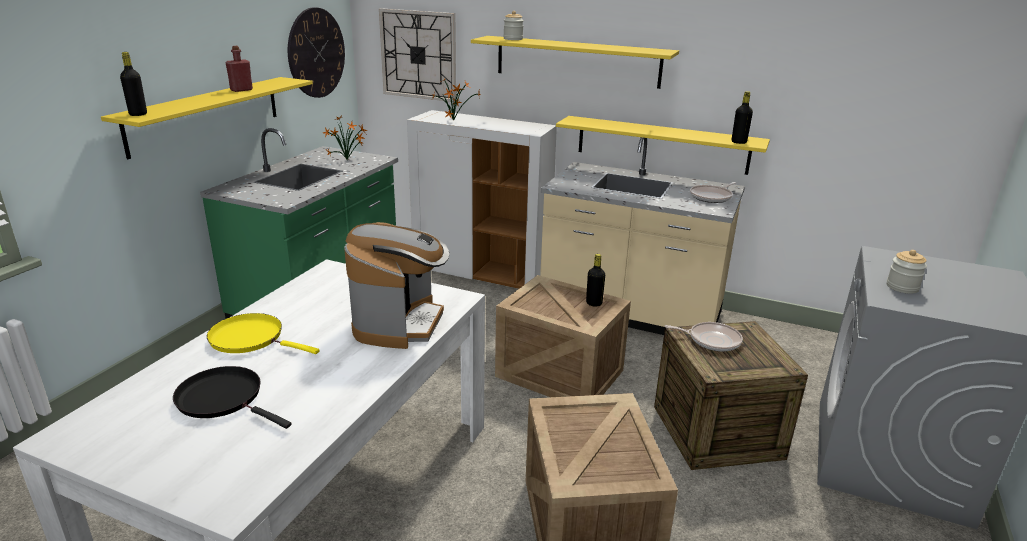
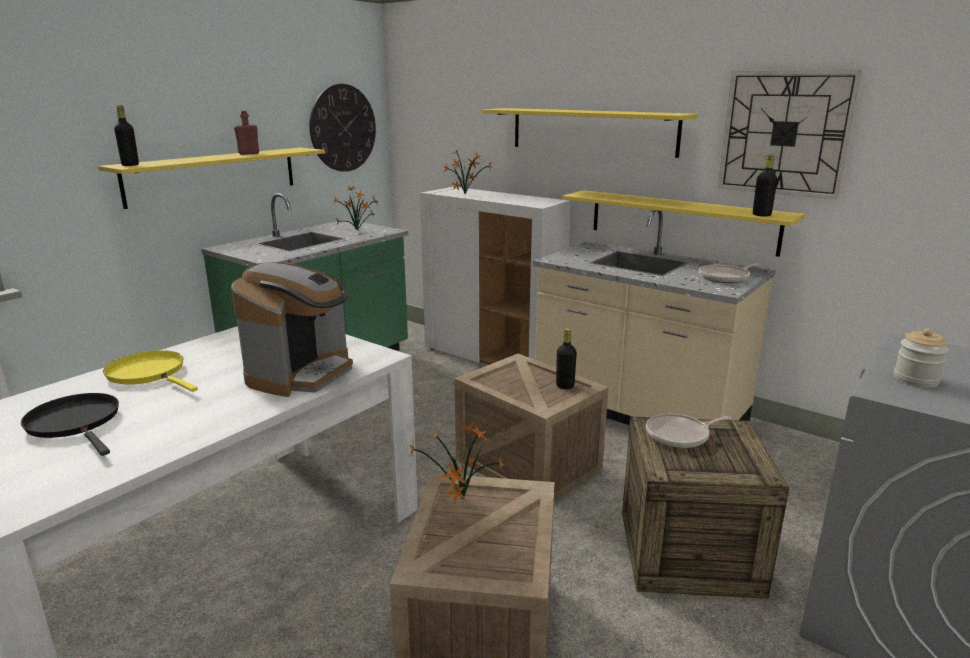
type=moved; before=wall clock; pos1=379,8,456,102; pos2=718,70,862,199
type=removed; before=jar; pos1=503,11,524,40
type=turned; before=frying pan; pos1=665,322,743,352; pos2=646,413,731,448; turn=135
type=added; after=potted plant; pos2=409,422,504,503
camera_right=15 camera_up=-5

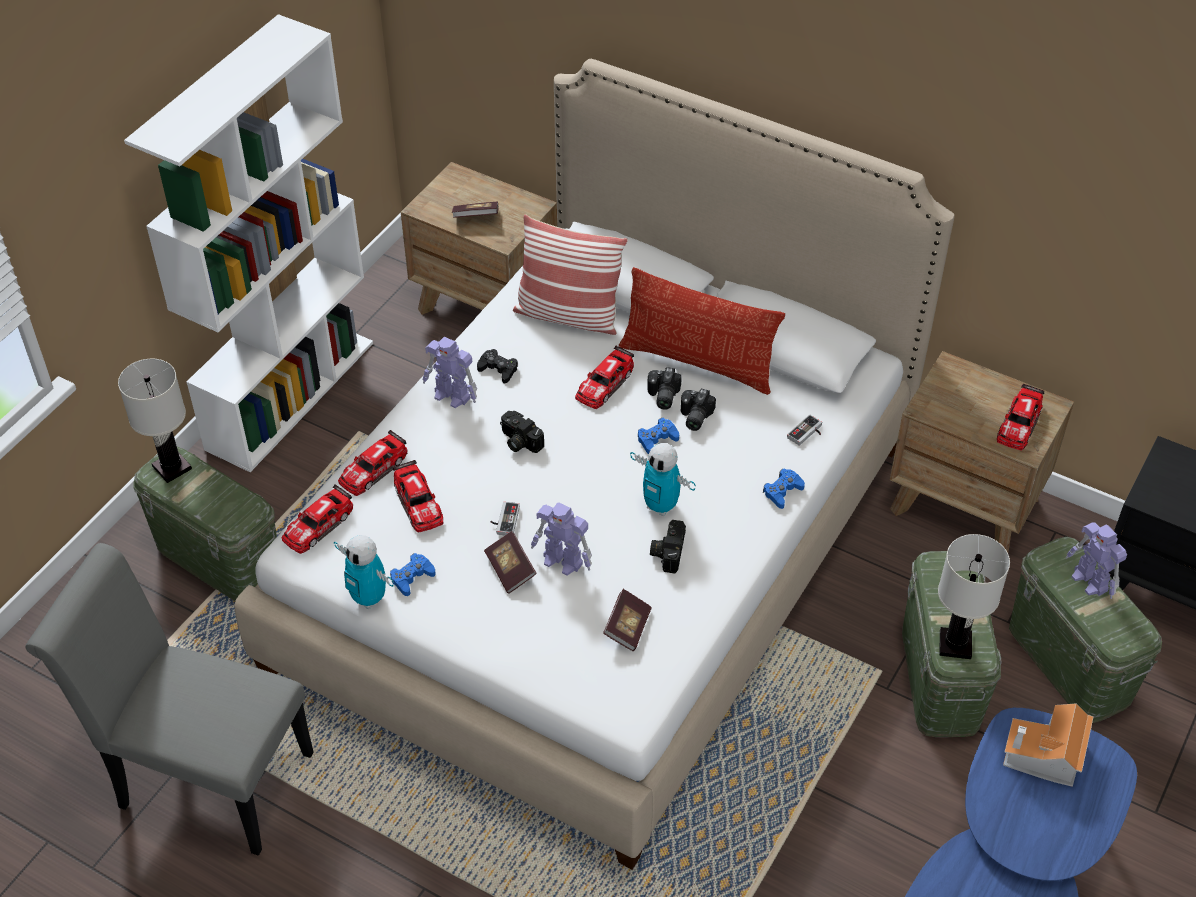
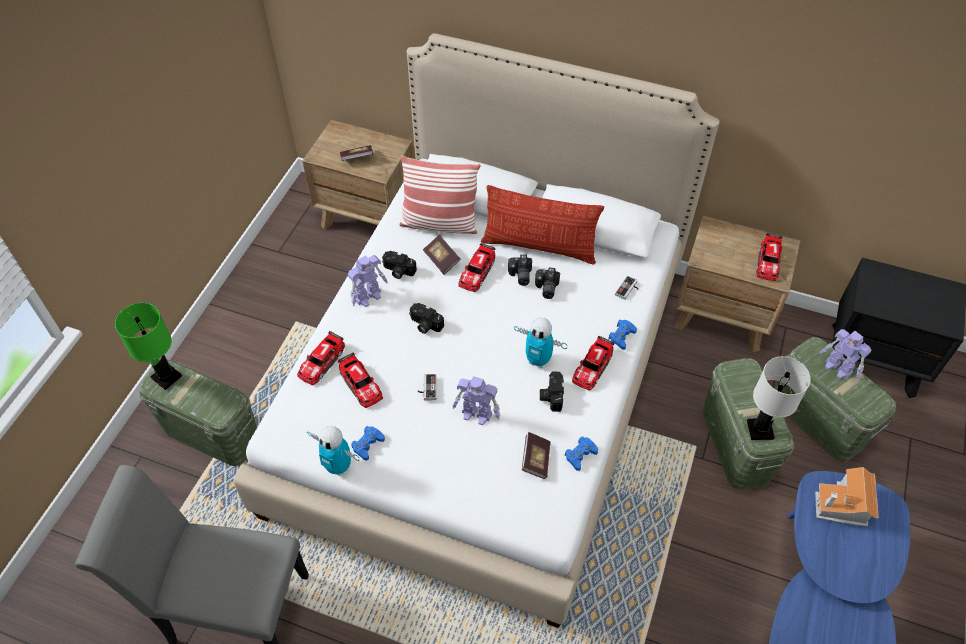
type=removed; before=bookcase (white); pos1=124,14,373,472
type=turned; before=toy robot; pos1=423,337,477,408; pos2=348,255,388,307; turn=-60
type=replaced; before=game controller (black); after=photo camera; pos1=477,349,518,384; pos2=382,251,417,279
type=recoloured; before=table lamp (white); after=table lamp (green); pos1=118,359,192,483; pos2=115,303,182,390
type=moved; before=game controller (blue); pos1=638,418,679,454; pos2=565,436,598,471
type=moved; before=toy car; pos1=282,484,353,554; pos2=572,336,614,390
type=moved; before=book; pos1=484,531,537,594; pos2=423,235,461,275
camera_right=-10 camera_up=5

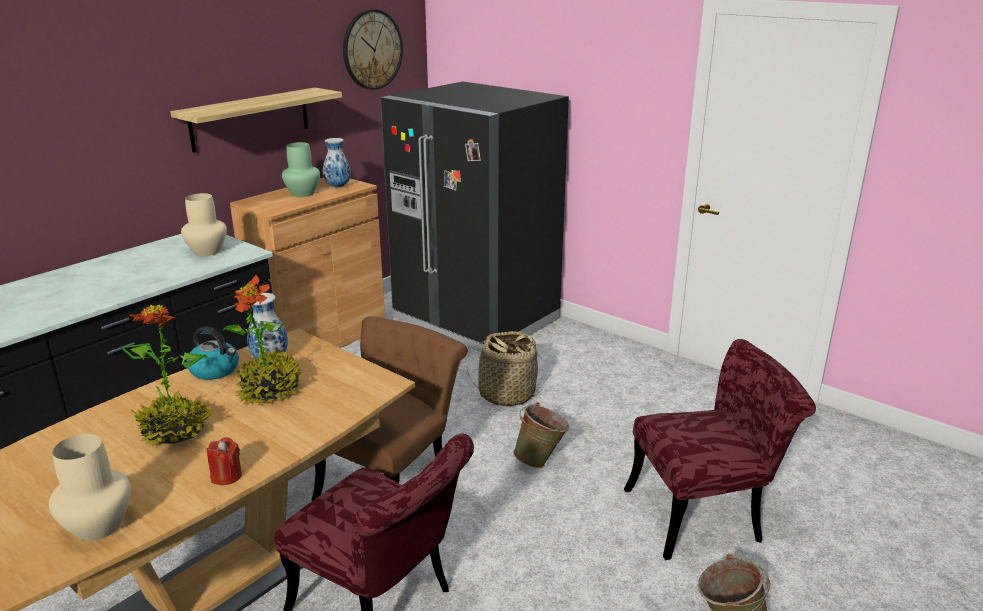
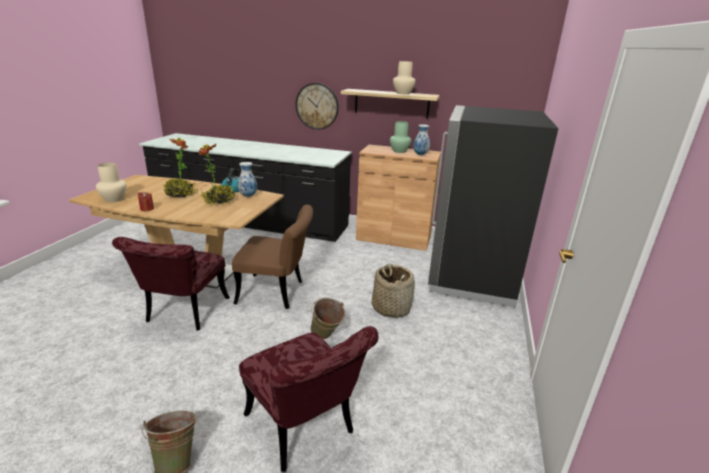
type=moved; before=wall clock; pos1=343,9,403,90; pos2=295,83,339,130
type=moved; before=vase (beige); pos1=181,193,227,256; pos2=393,61,416,94
camera_right=65 camera_up=0

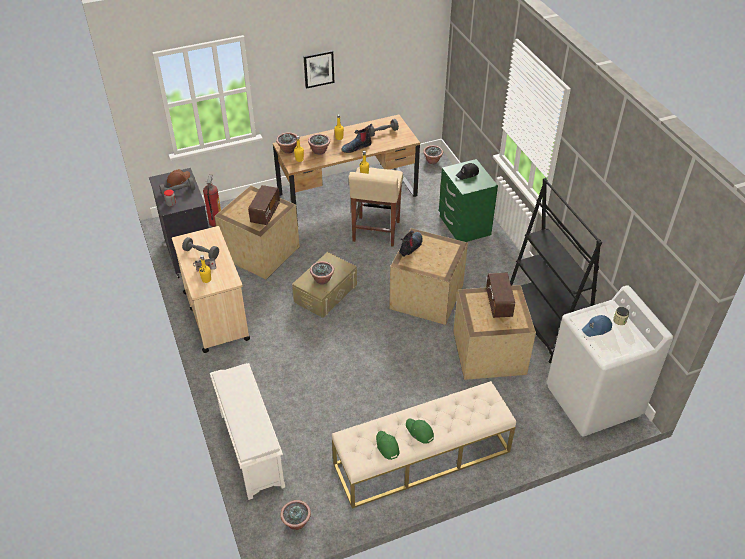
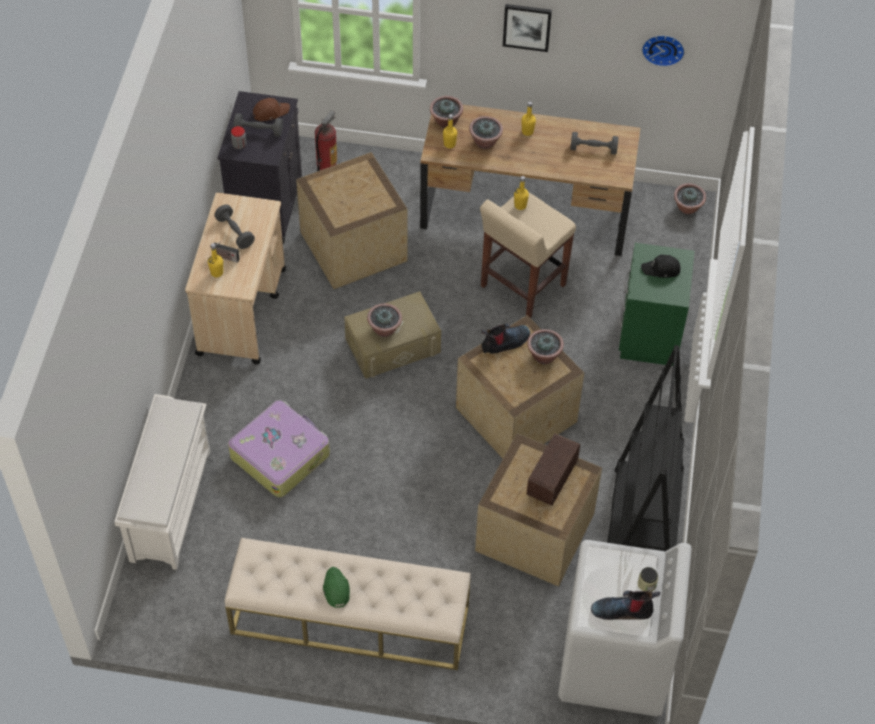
type=moved; before=boot; pos1=341,123,372,153; pos2=591,590,661,620
type=removed; before=radio; pos1=248,185,280,225
type=removed; before=cap (blue); pos1=582,315,612,337
type=removed; before=cap (green); pos1=376,431,400,460
type=moved; before=potted plant; pos1=280,500,311,530; pos2=527,329,564,364
type=added; after=wall clock; pos2=642,35,685,67
type=added; after=suitcase; pos2=228,400,330,498
camera_right=30 camera_up=10

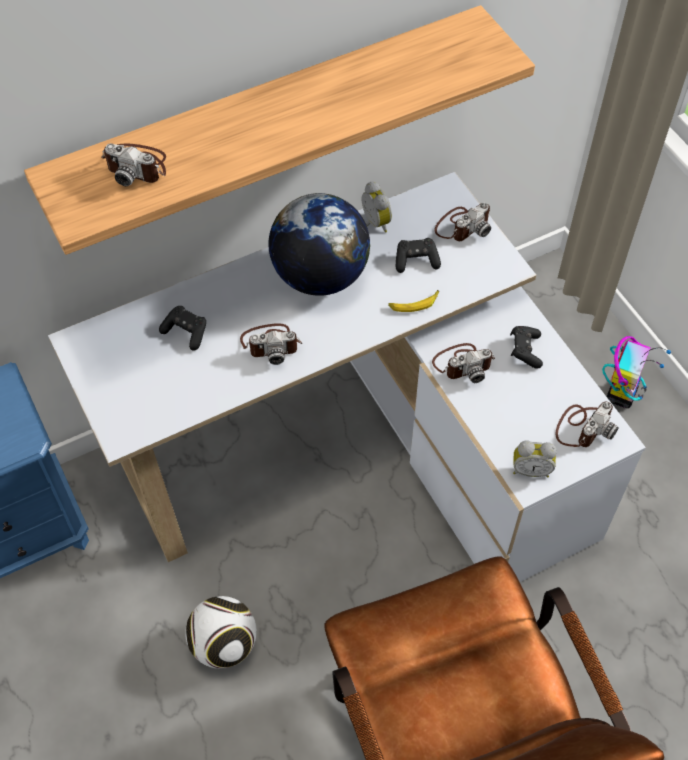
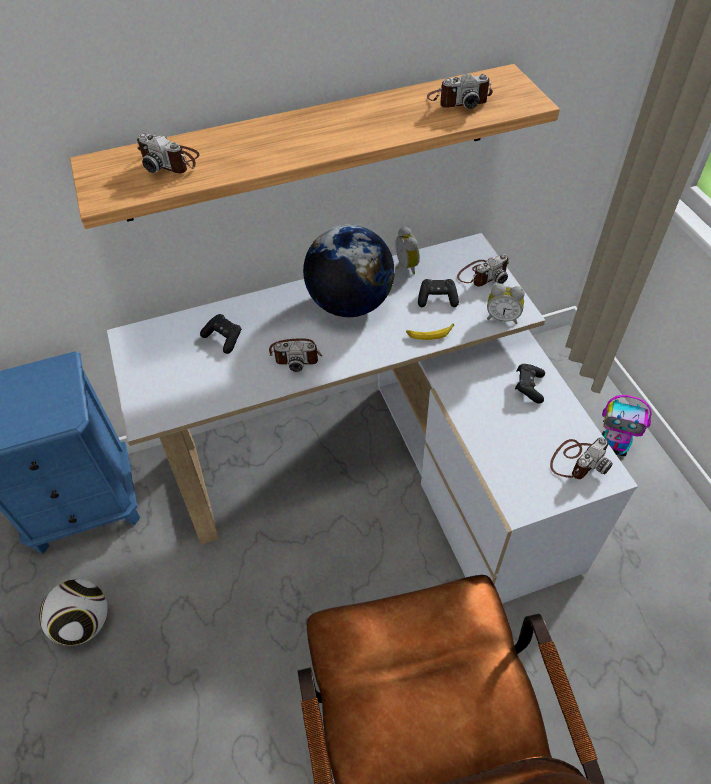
type=turned; before=toy robot; pos1=602,336,671,408; pos2=602,395,652,456; turn=75
type=moved; before=photo camera; pos1=432,343,495,383; pos2=427,73,493,109
type=moved; before=alarm clock; pos1=513,440,557,477; pos2=487,283,525,324
type=moved; before=football; pos1=185,596,257,669; pos2=39,579,108,646
camera_right=10 camera_up=-5

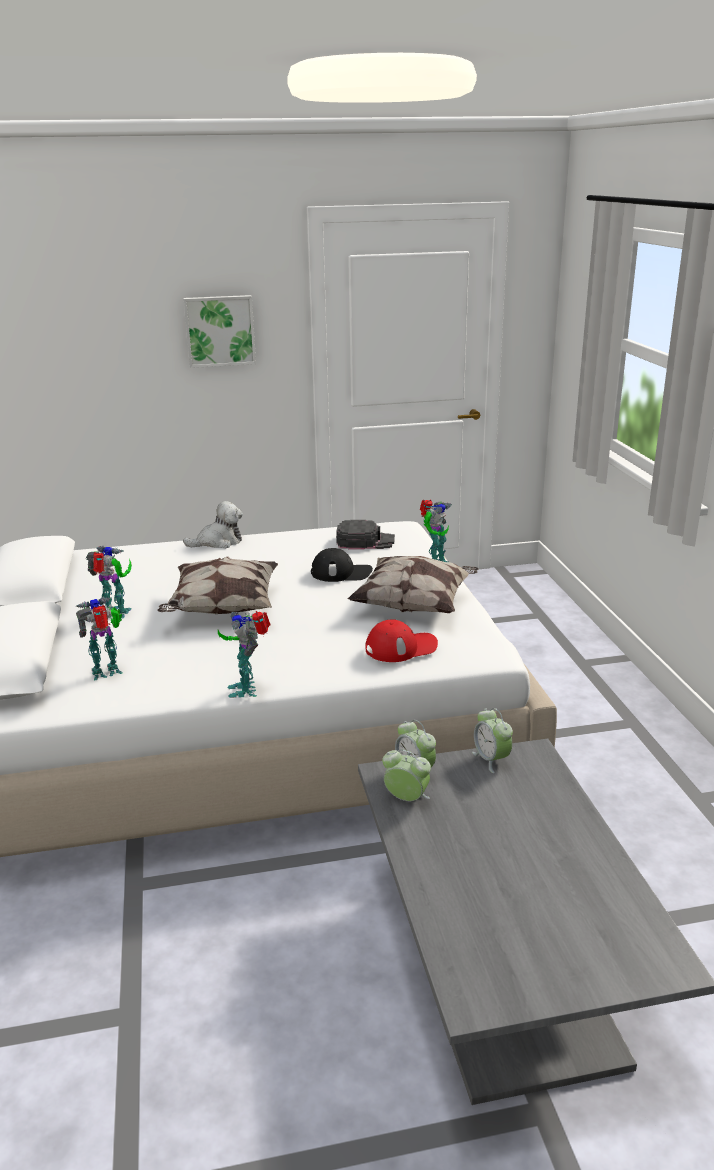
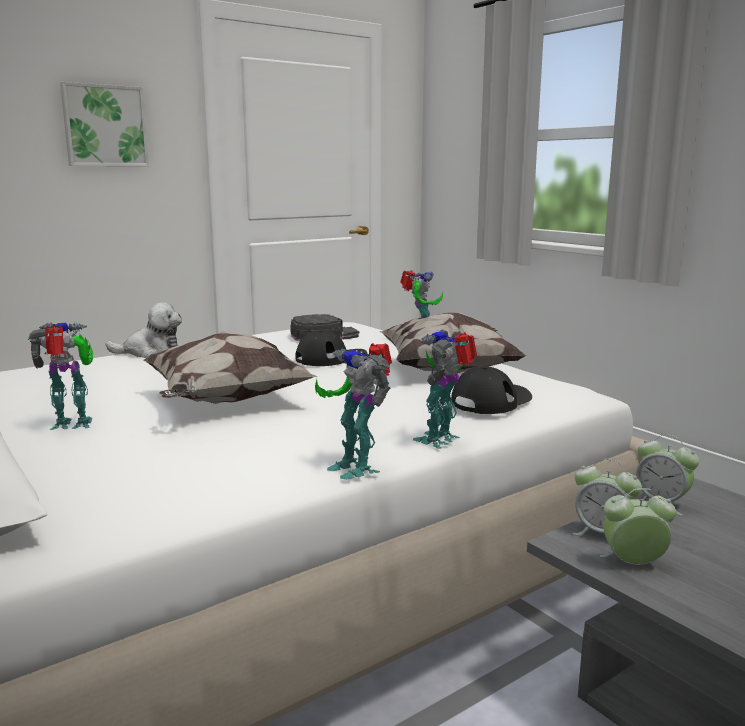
type=turned; before=plush toy; pos1=183,501,243,549; pos2=106,302,182,358; turn=45
type=moved; before=toy robot; pos1=76,597,123,680; pos2=413,329,477,449
type=recoloured; before=cap (red); after=cap (black); pos1=365,620,438,662; pos2=451,366,532,414
camera_right=-25 camera_up=-10

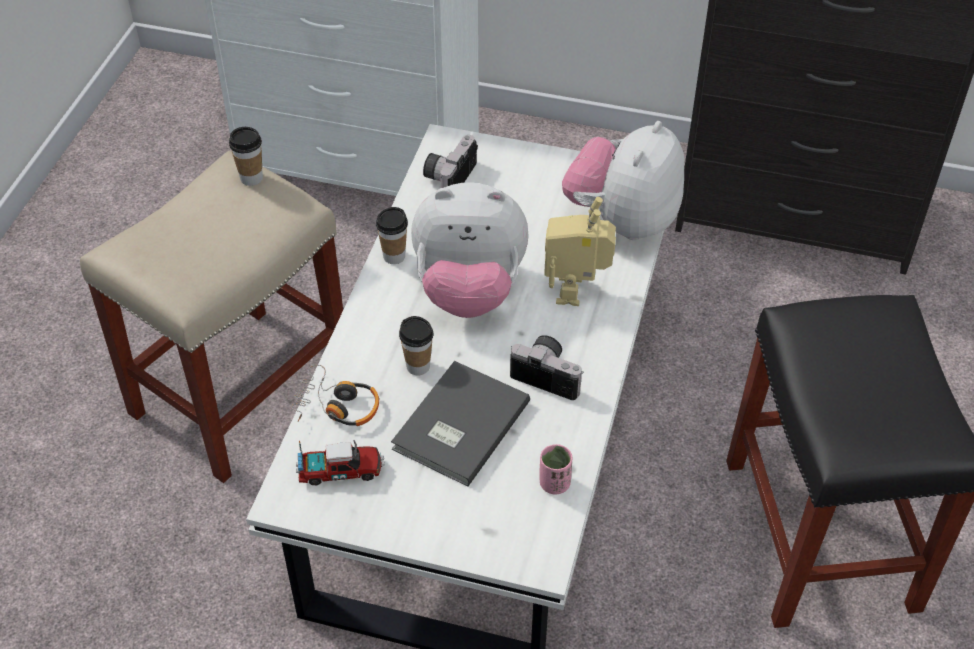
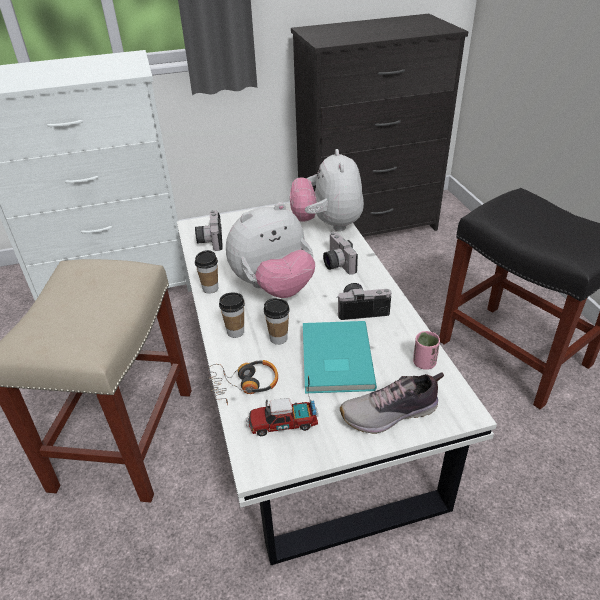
type=moved; before=cup; pos1=229,127,263,186; pos2=219,293,245,338
type=replaced; before=toy robot; after=photo camera; pos1=544,197,616,306; pos2=323,232,358,275
type=recoloured; before=book (grey); after=book (turquoise); pos1=391,361,530,487; pos2=303,321,377,393
type=turned; before=toy truck; pos1=296,440,385,485; pos2=246,376,318,437; turn=-150
type=added; after=shoe; pos2=340,372,444,434
camera_right=-30 camera_up=-10

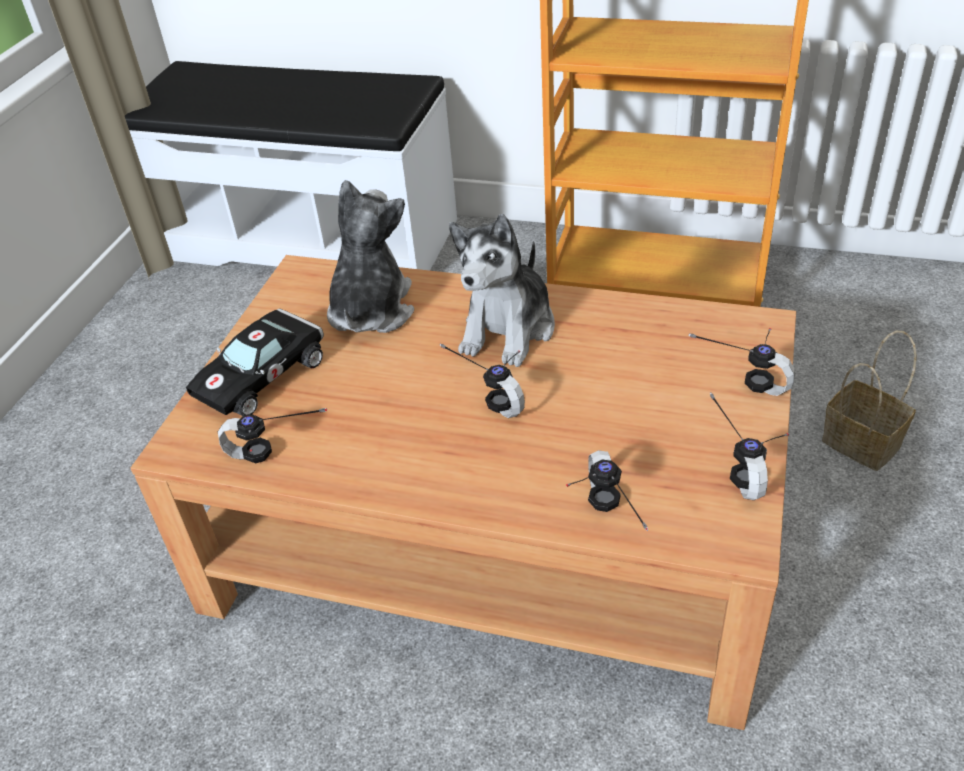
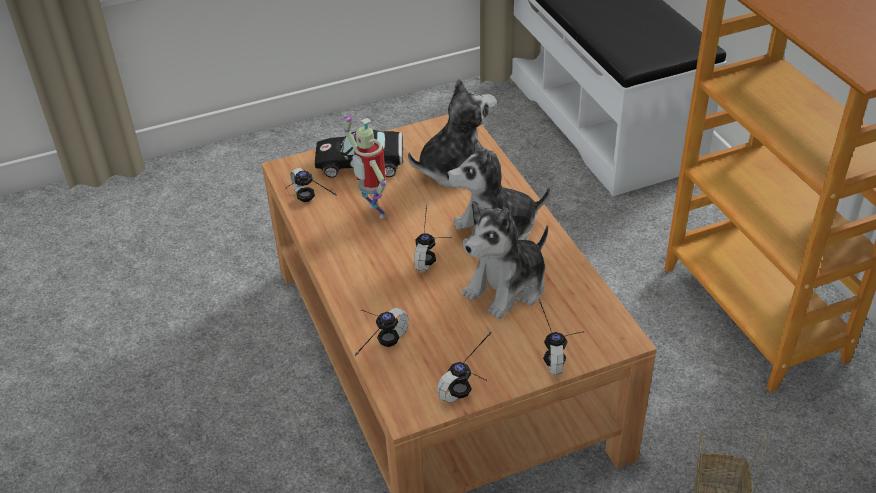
type=added; after=toy robot; pos2=341,115,386,219
type=added; after=plush toy; pos2=462,201,548,319
camera_right=50 camera_up=0

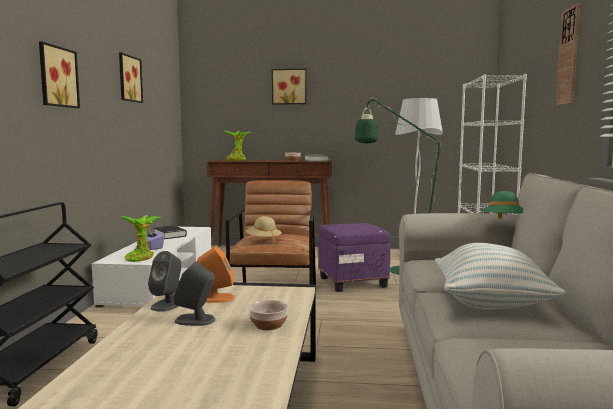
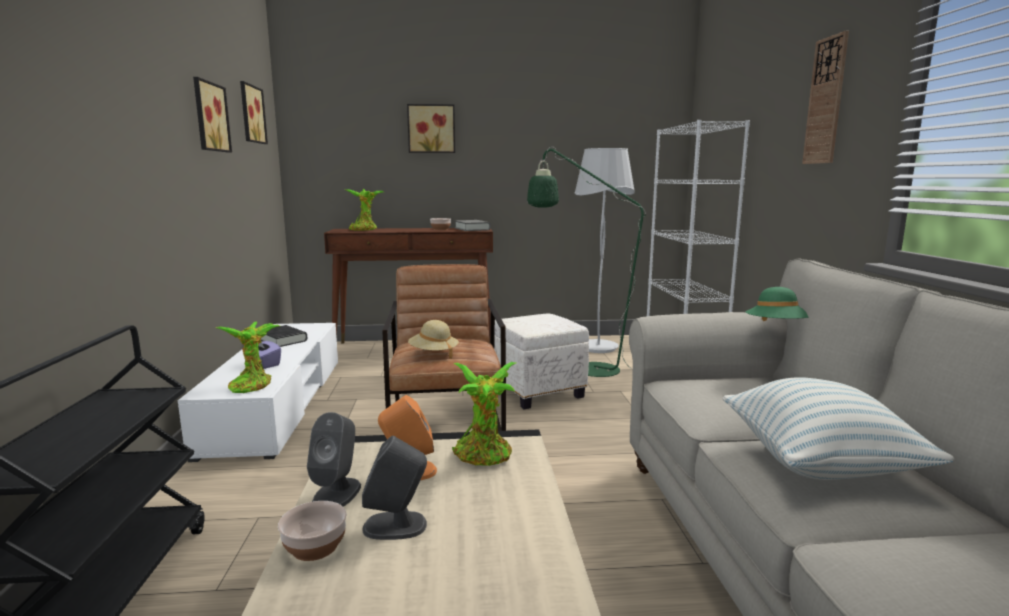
type=moved; before=picture; pos1=39,42,80,108; pos2=240,81,268,144
type=recoloured; before=ottoman (purple); after=ottoman (white); pos1=318,223,390,292; pos2=494,314,589,409
type=moved; before=bowl; pos1=249,300,288,330; pos2=278,501,347,561
type=added; after=potted plant; pos2=452,362,516,466
camera_right=-10 camera_up=5

